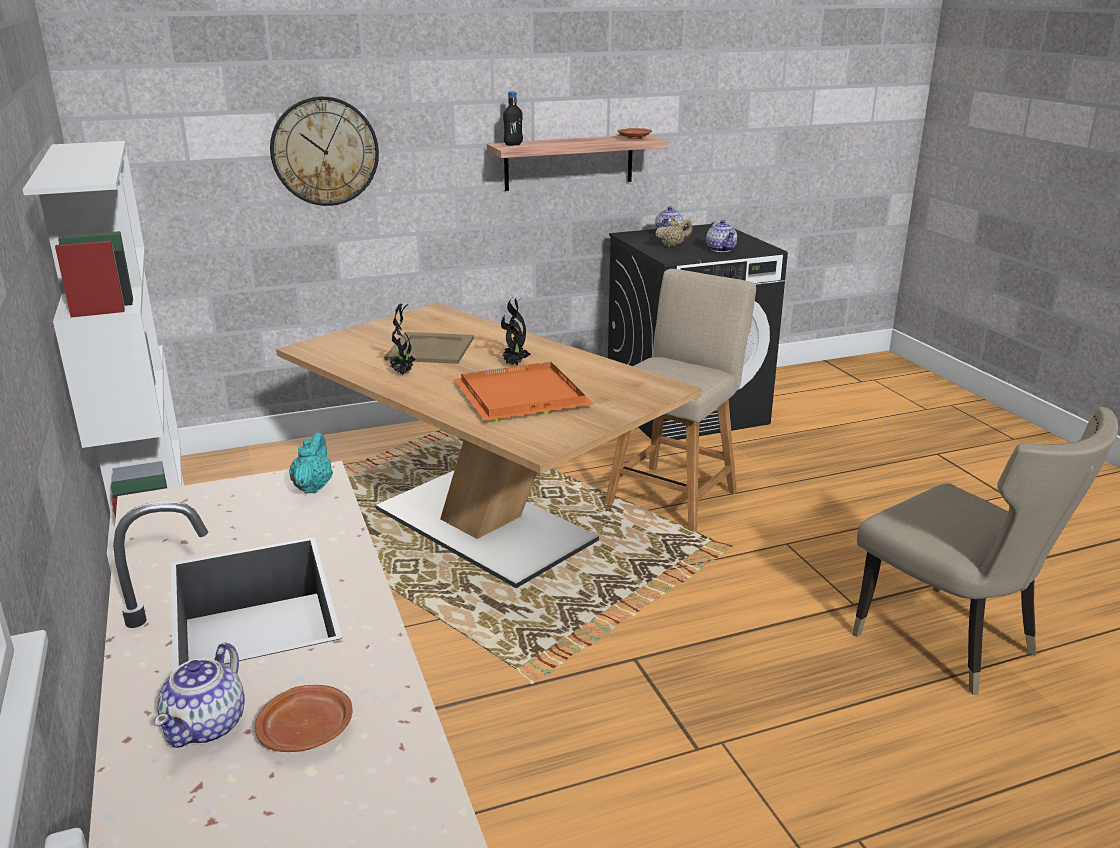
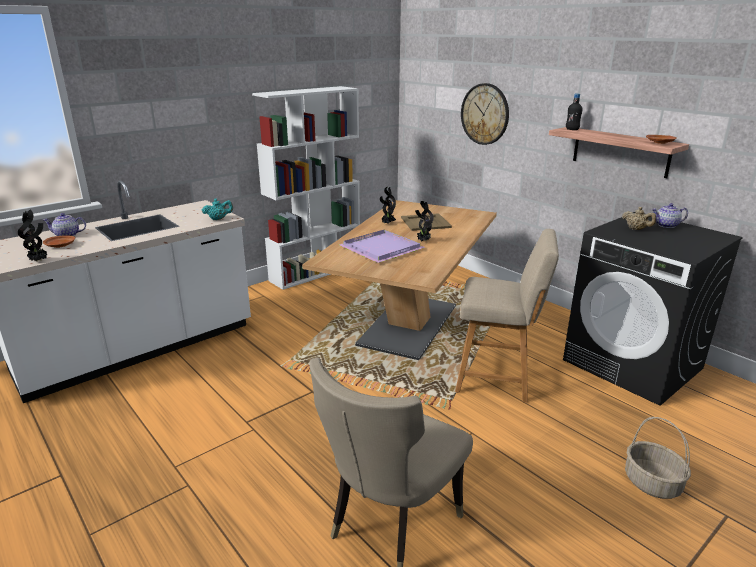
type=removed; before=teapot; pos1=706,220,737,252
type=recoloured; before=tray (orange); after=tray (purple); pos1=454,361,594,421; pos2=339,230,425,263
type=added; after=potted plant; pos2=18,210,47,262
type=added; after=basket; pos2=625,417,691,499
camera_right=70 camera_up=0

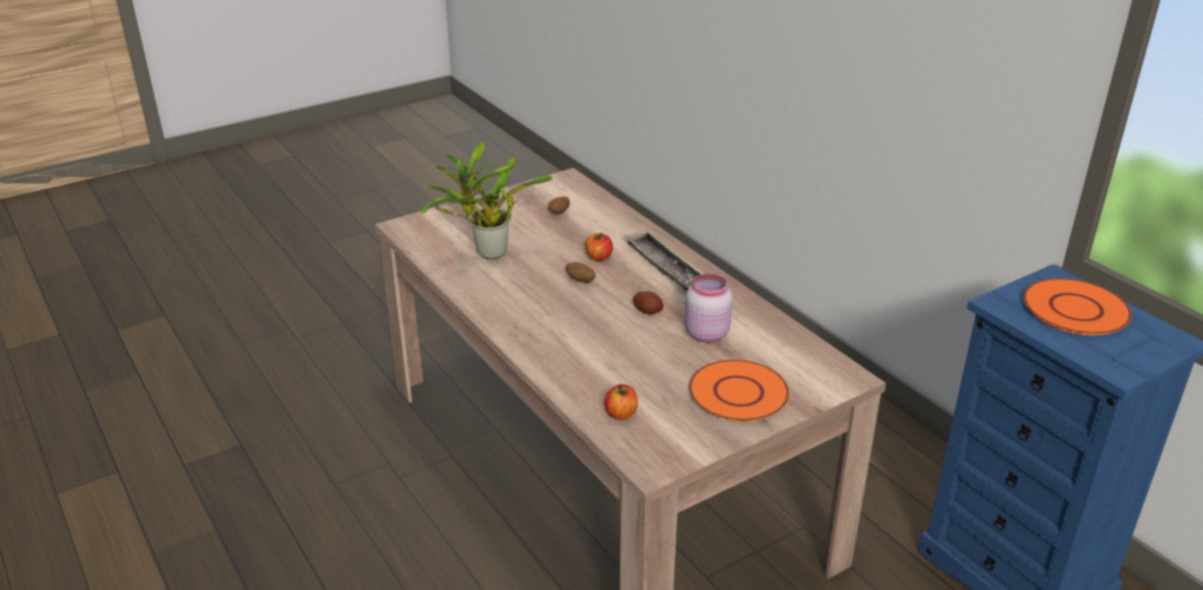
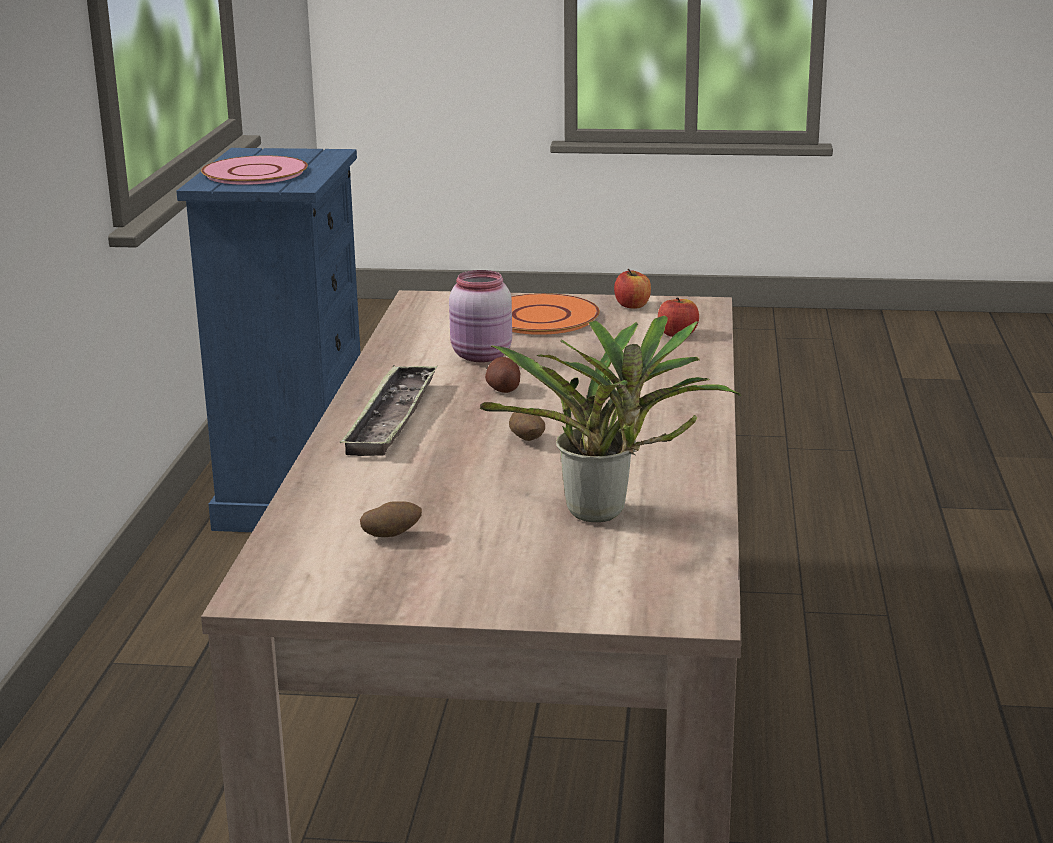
type=moved; before=apple; pos1=585,233,613,261; pos2=614,269,651,309
type=recoloured; before=plate (orange); after=plate (pink); pos1=1023,278,1132,335; pos2=201,156,308,185
camera_right=-140 camera_up=-10

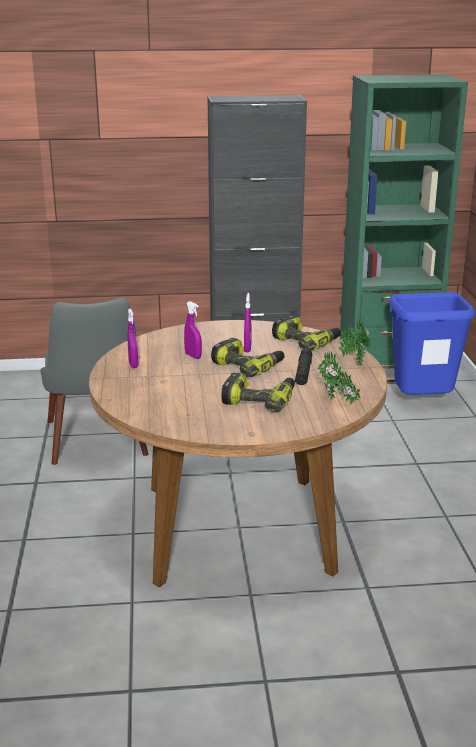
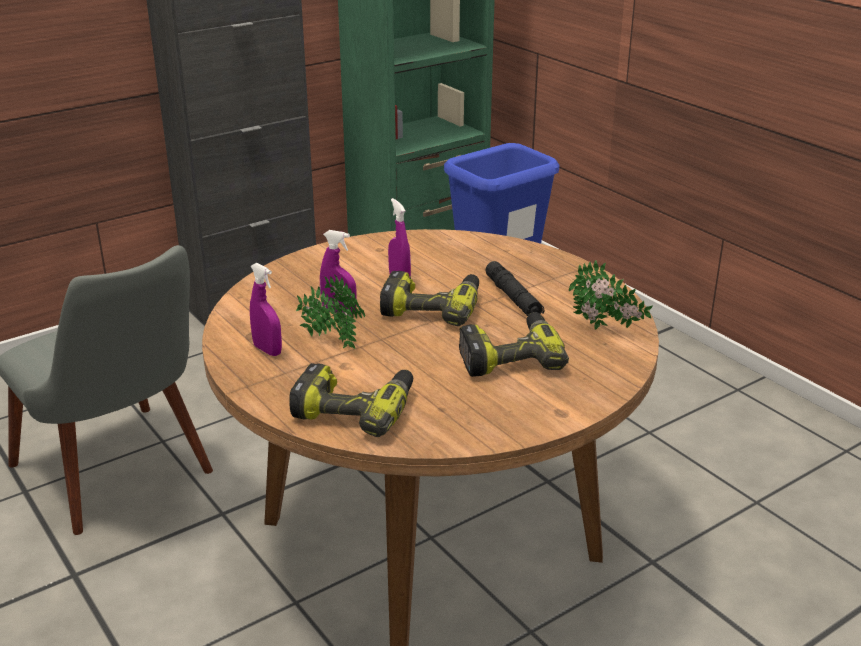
type=moved; before=power drill; pos1=272,315,341,350; pos2=289,363,413,437
type=moved; before=potted plant; pos1=338,320,371,366; pos2=296,275,365,349
camera_right=-30 camera_up=5

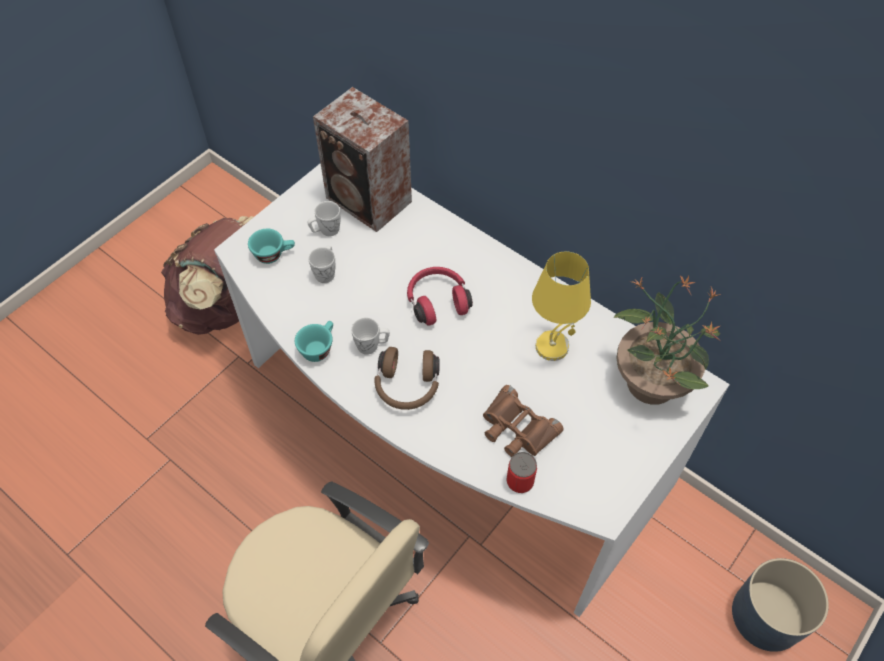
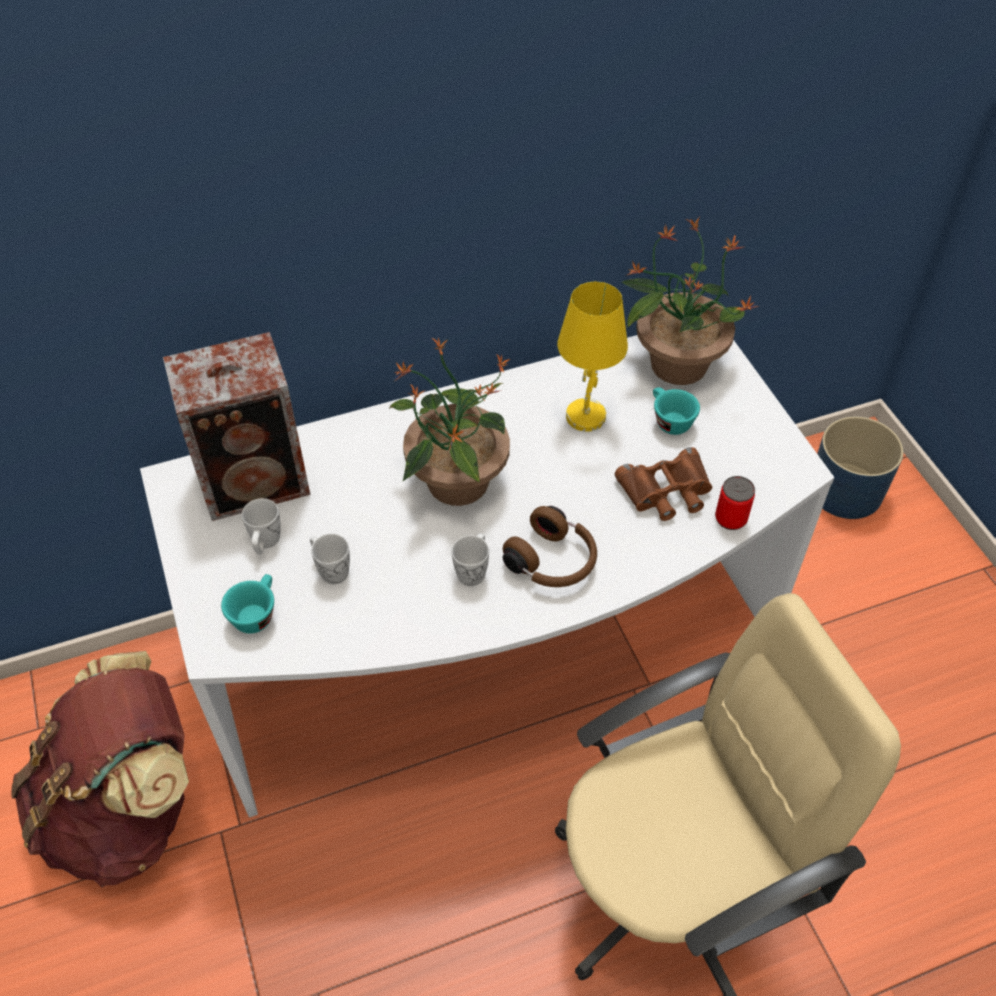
type=replaced; before=headphones (red); after=potted plant; pos1=407,267,473,325; pos2=389,338,510,506
type=moved; before=cup (turquoise); pos1=295,321,333,362; pos2=653,387,700,435
camera_right=-60 camera_up=-5

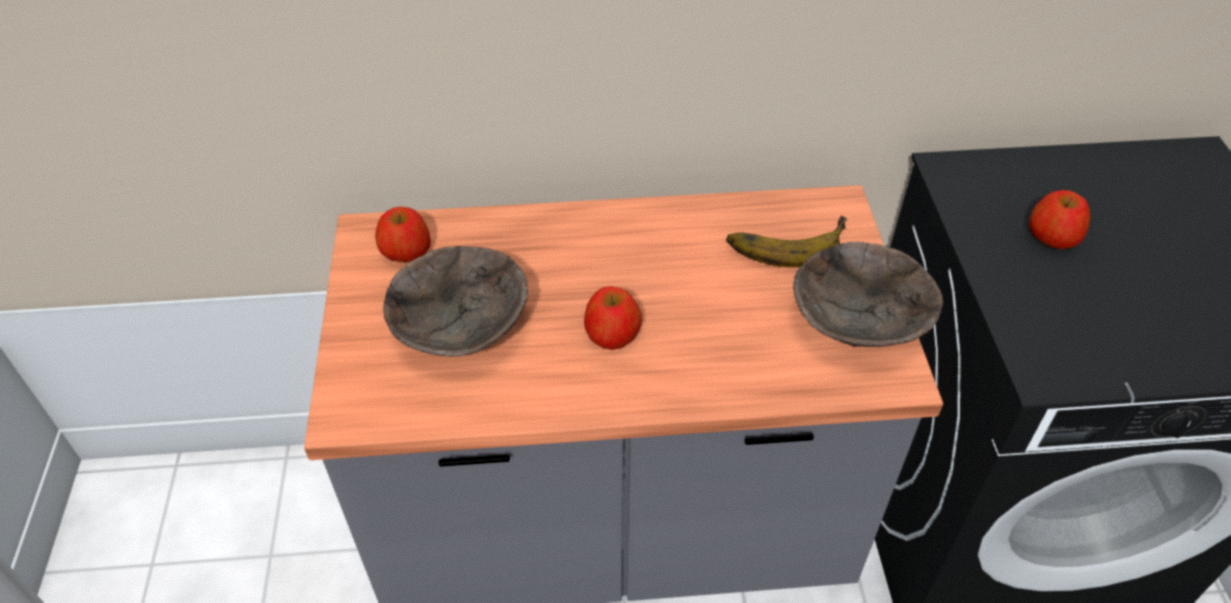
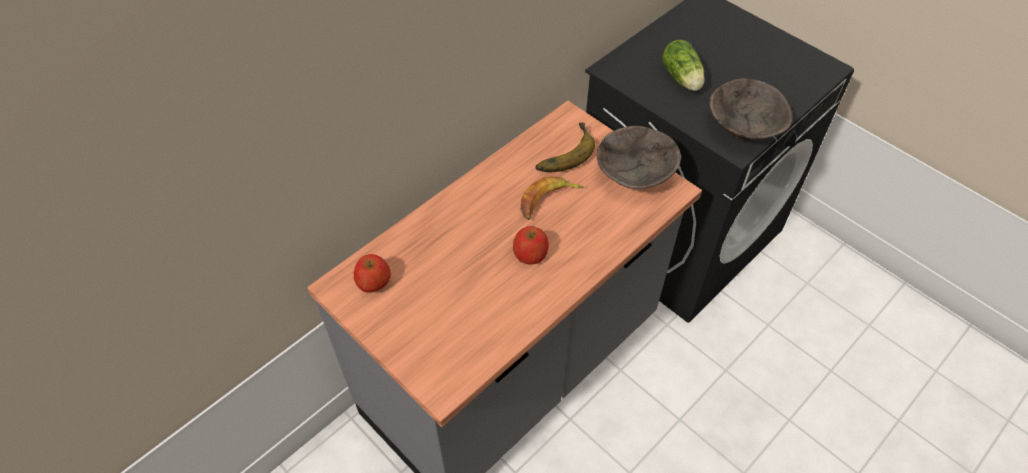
type=replaced; before=apple; after=lettuce; pos1=1029,190,1090,249; pos2=662,40,704,91
type=moved; before=bowl (brown); pos1=383,246,528,356; pos2=709,78,792,141
type=added; after=banana; pos2=521,176,584,220
camera_right=-40 camera_up=5

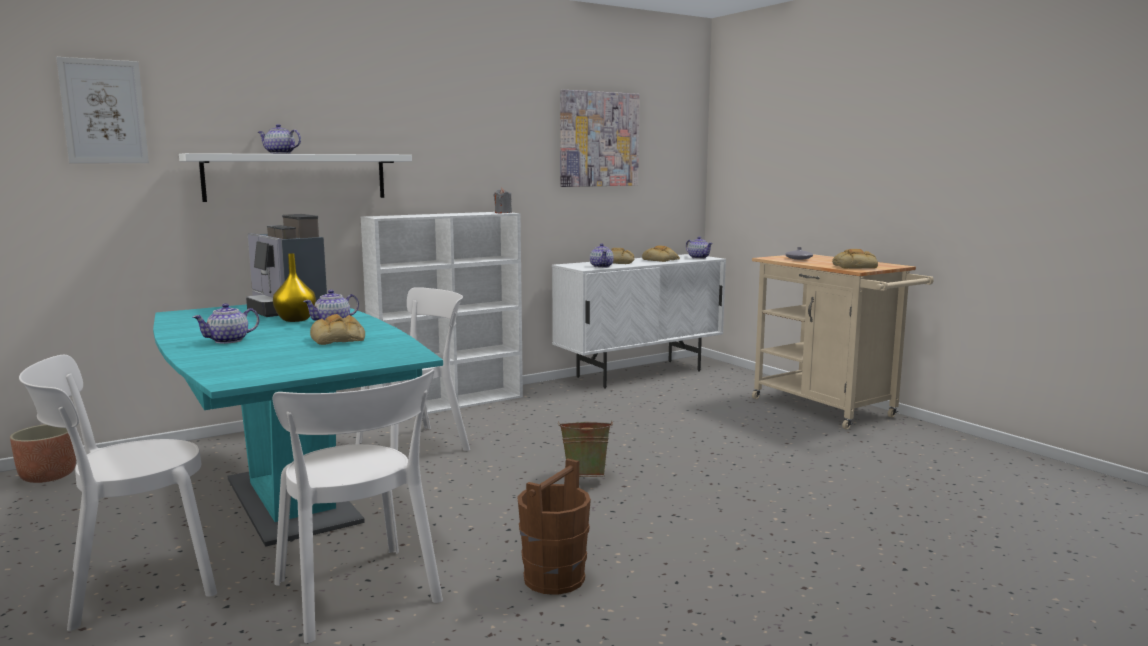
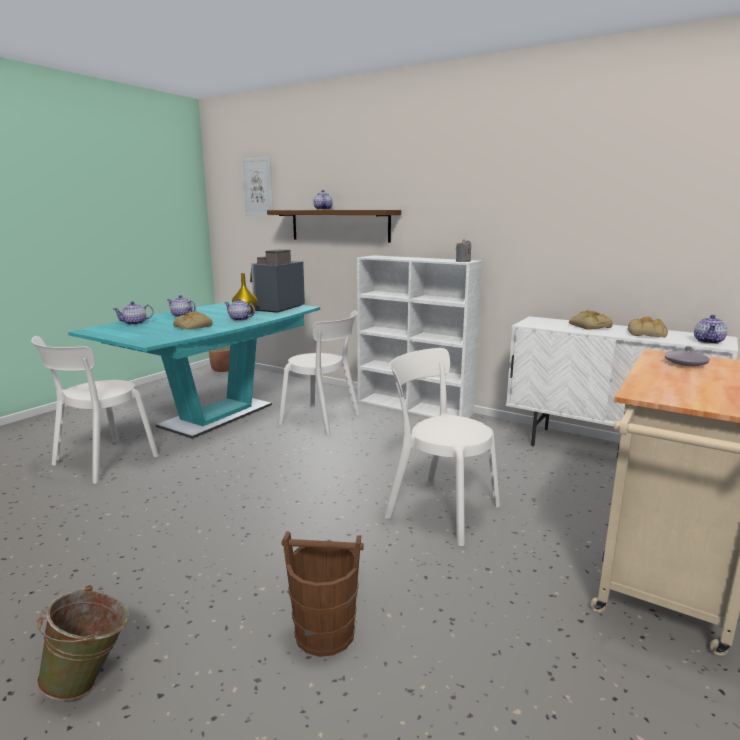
type=removed; before=picture; pos1=560,90,640,187
type=recoloured; before=shelf (white); after=shelf (brown); pos1=179,153,412,202; pos2=267,210,401,243
type=moved; before=teapot; pos1=590,243,614,268; pos2=113,301,154,325
type=removed; before=bread; pos1=832,249,878,269
type=moved; before=chair (white); pos1=19,355,217,631; pos2=384,348,500,546
type=moved; before=bucket (green); pos1=557,420,613,477; pos2=37,585,129,700
type=moved; before=bucket (brown); pos1=517,458,591,595; pos2=282,531,364,657
camera_right=65 camera_up=5

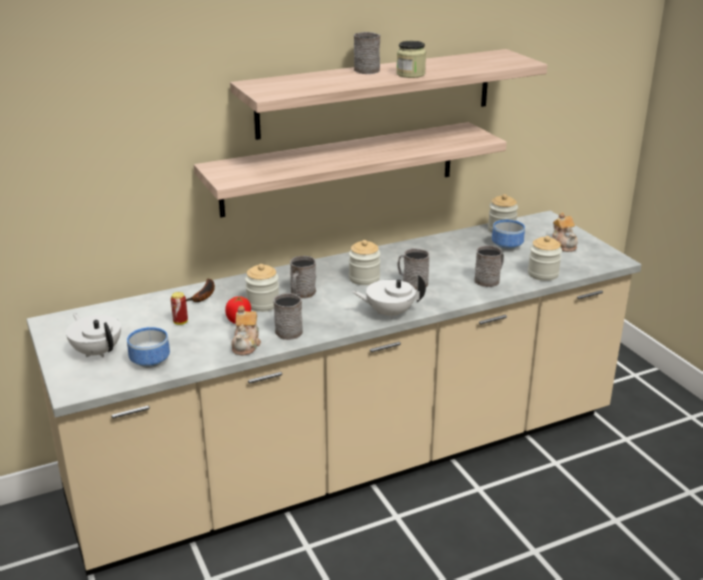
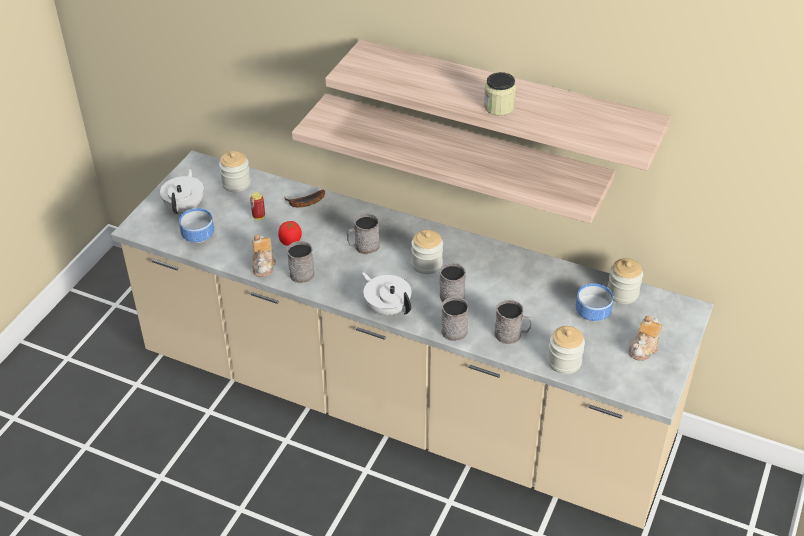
type=moved; before=mug (grey); pos1=354,32,380,74; pos2=441,297,469,341
type=moved; before=jar; pos1=245,264,279,312; pos2=219,151,251,192
type=turned; before=teapot; pos1=232,305,261,355; pos2=252,234,276,277; turn=-60
camera_right=50 camera_up=15

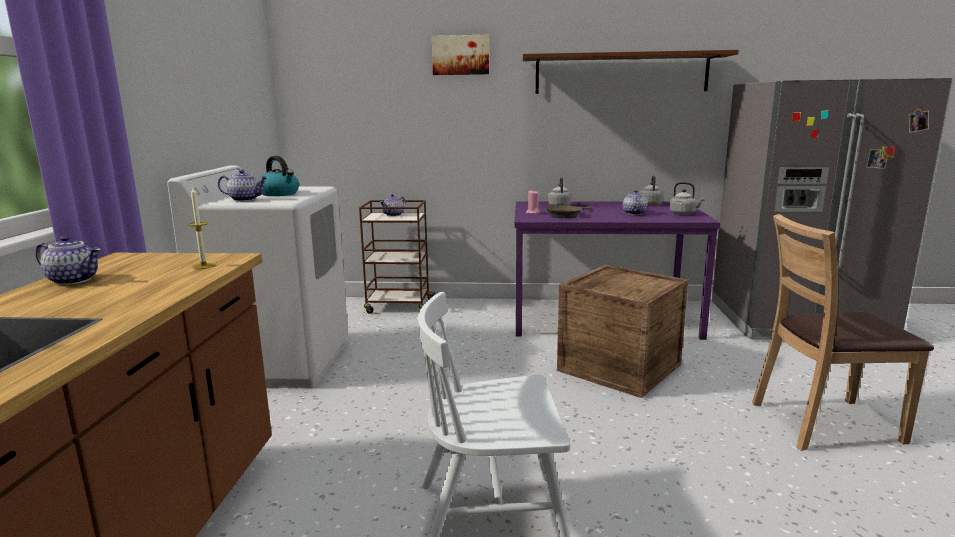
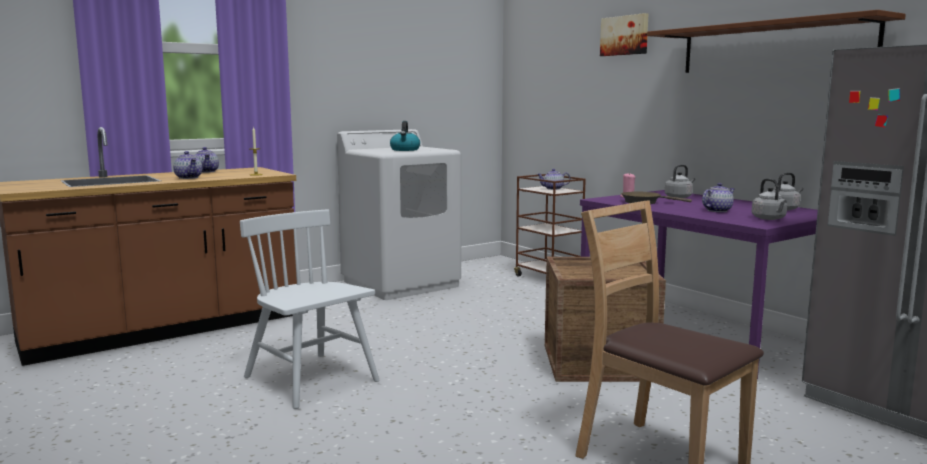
type=moved; before=teapot; pos1=218,170,268,201; pos2=173,151,202,179
camera_right=50 camera_up=-5

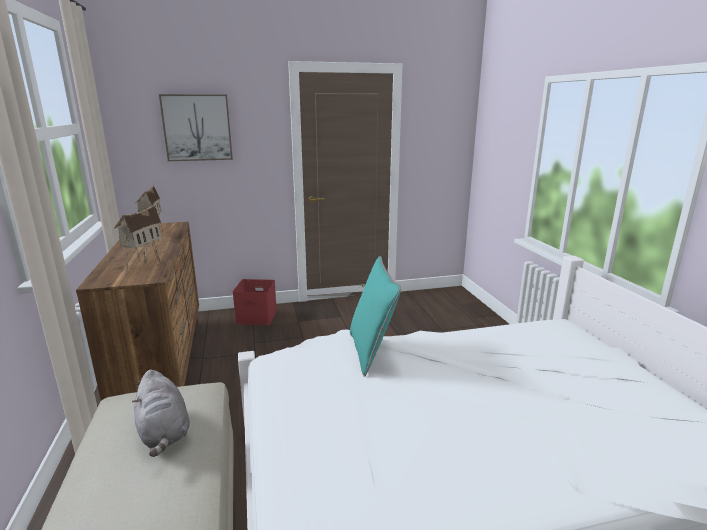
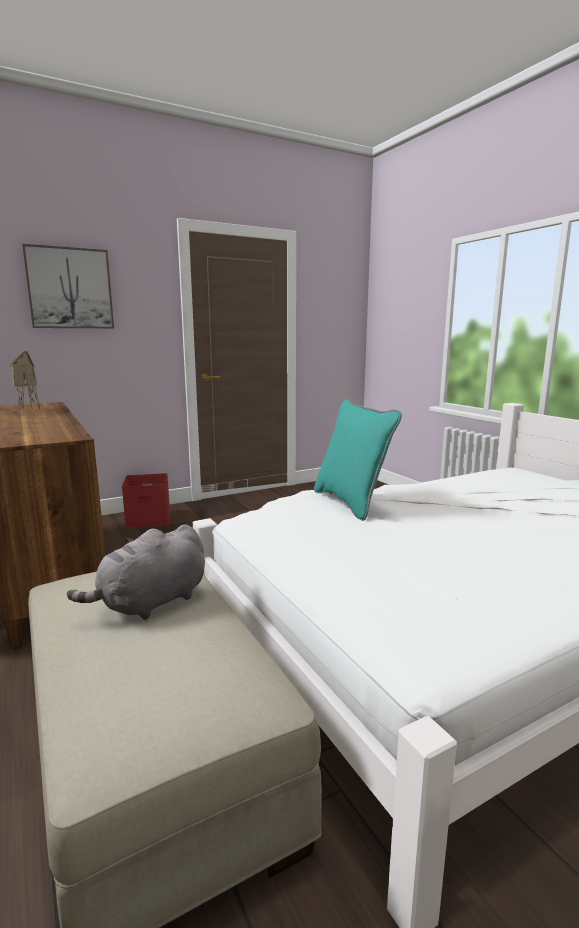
type=removed; before=toy house; pos1=114,205,162,275
type=turned; before=plush toy (grey); pos1=132,370,190,457; pos2=67,524,205,620; turn=90
camera_right=-15 camera_up=-5

